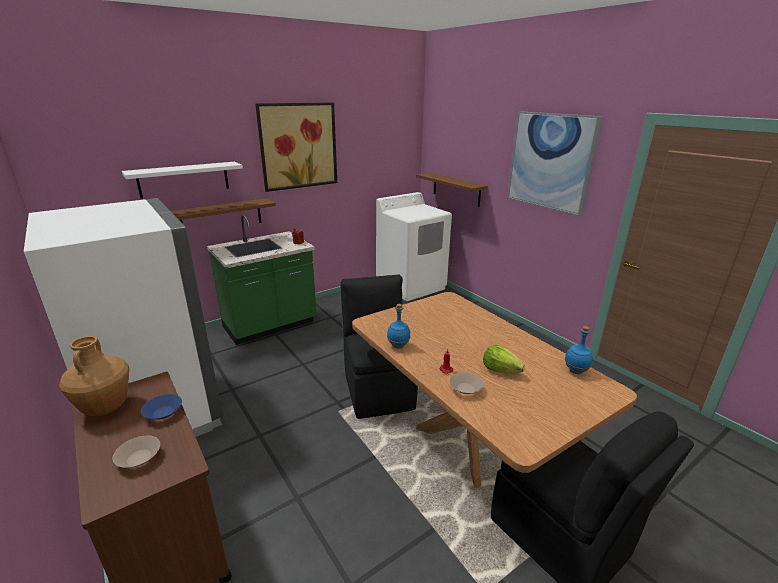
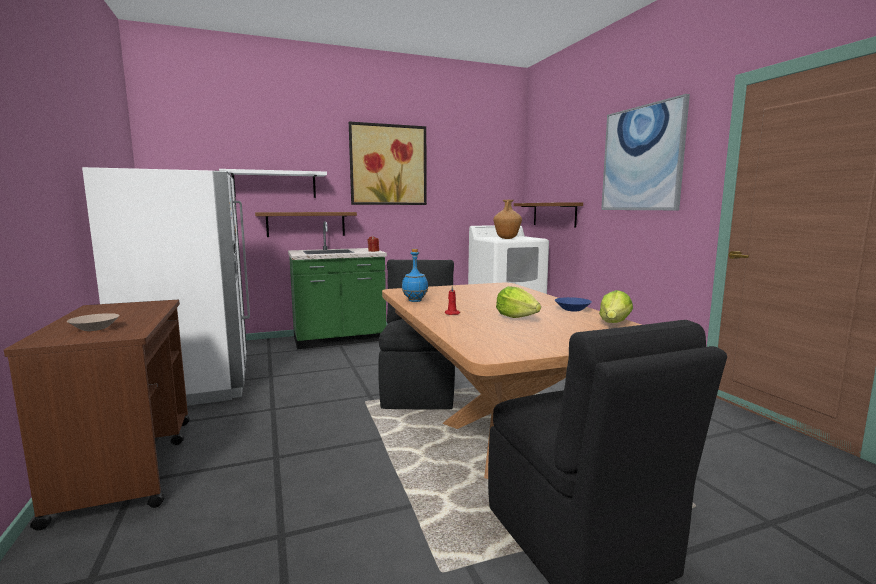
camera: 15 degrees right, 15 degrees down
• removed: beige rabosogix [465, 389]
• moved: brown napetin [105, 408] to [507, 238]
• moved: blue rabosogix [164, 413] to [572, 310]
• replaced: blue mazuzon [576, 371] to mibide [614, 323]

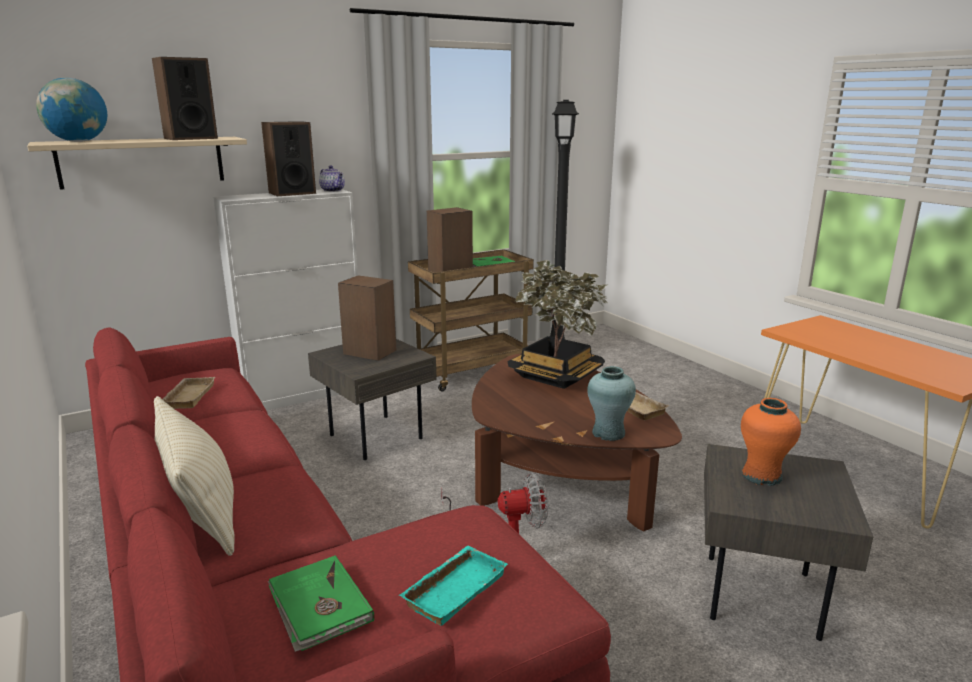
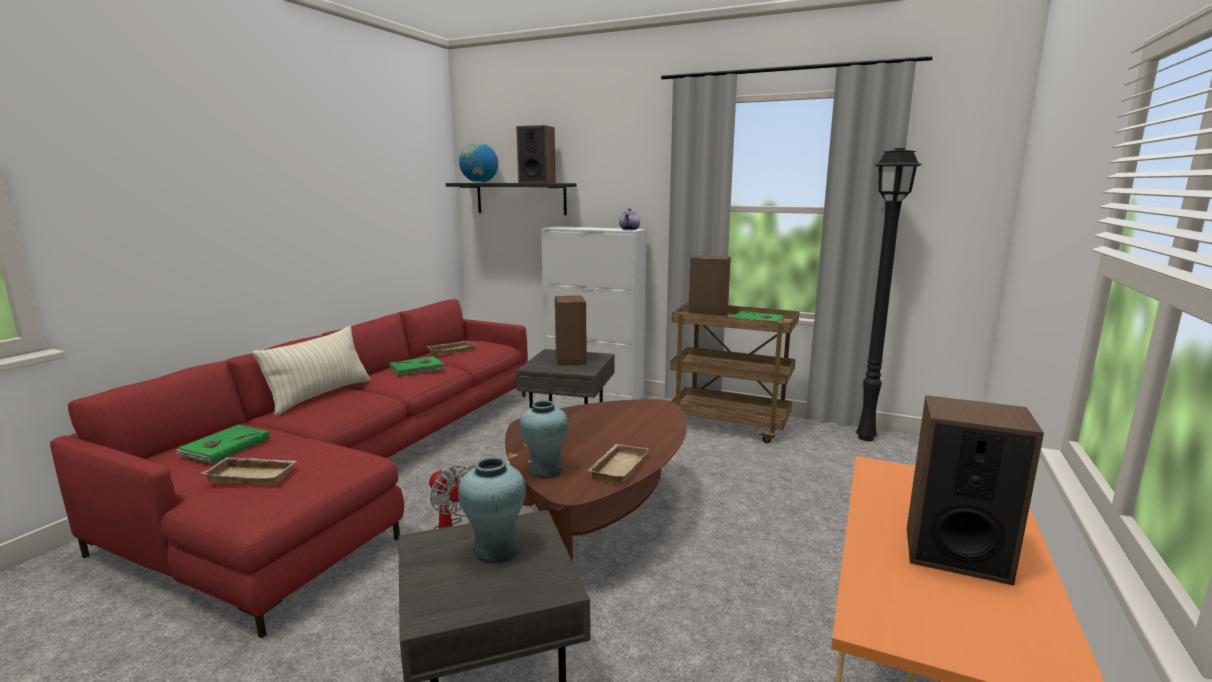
camera: 55 degrees right, 5 degrees down
• removed: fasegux [555, 375]
• added: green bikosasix [417, 369]
• moved: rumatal [292, 193] to [955, 554]
• recoloured: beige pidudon [142, 162] to black pidudon [521, 198]
• recoloured: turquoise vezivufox [454, 588] to beige vezivufox [254, 475]
• recoloured: orange napetin [762, 476] to turquoise napetin [496, 550]

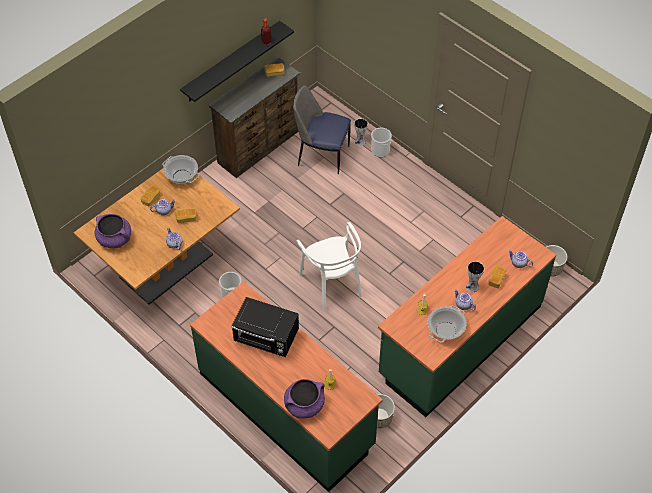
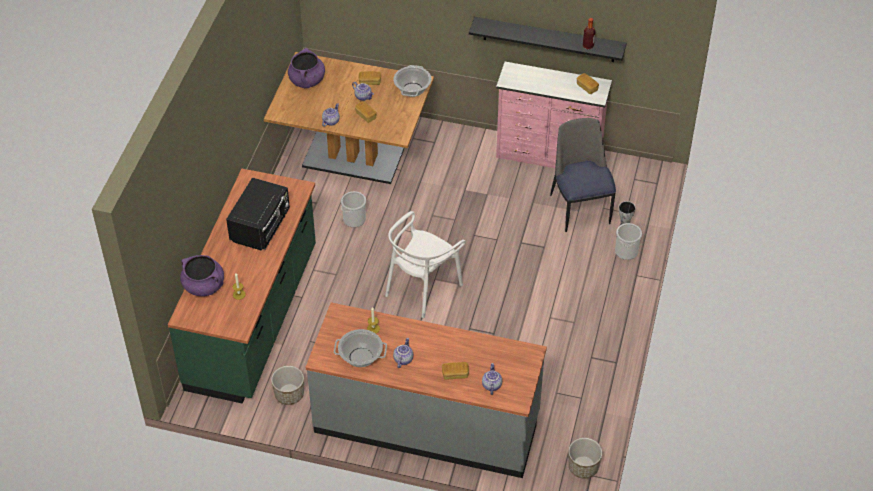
camera: 60 degrees right, 5 degrees down
• removed: napetin [472, 287]
• recoloured: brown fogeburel [259, 147] to pink fogeburel [549, 156]
• recoloured: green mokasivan [459, 340] to grey mokasivan [427, 423]
• turned: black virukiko [267, 338] = [261, 227] 150 degrees counterclockwise

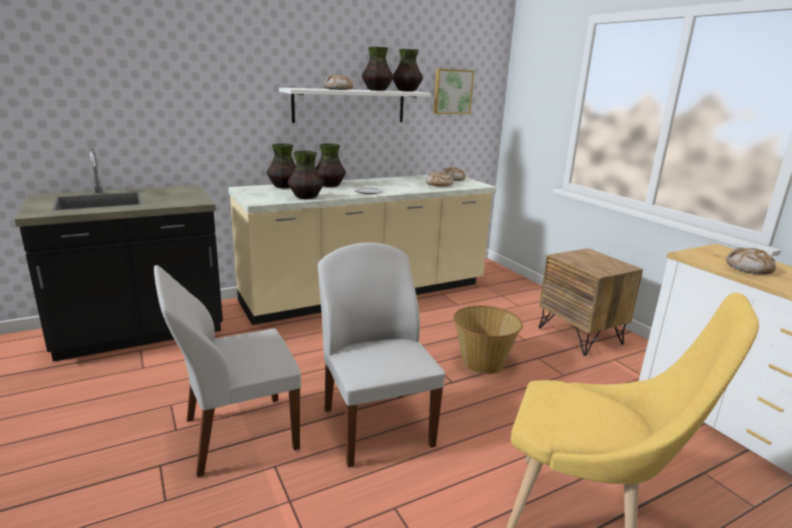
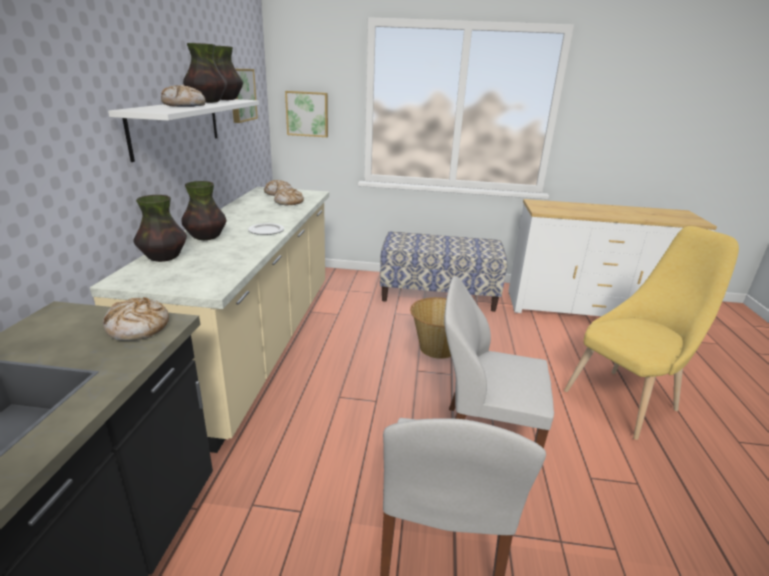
camera: 55 degrees left, 5 degrees up
• removed: napetin [306, 197]
• added: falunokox [307, 114]
• moved: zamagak [749, 268] to [138, 328]
• replaced: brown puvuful [580, 336] to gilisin [438, 295]

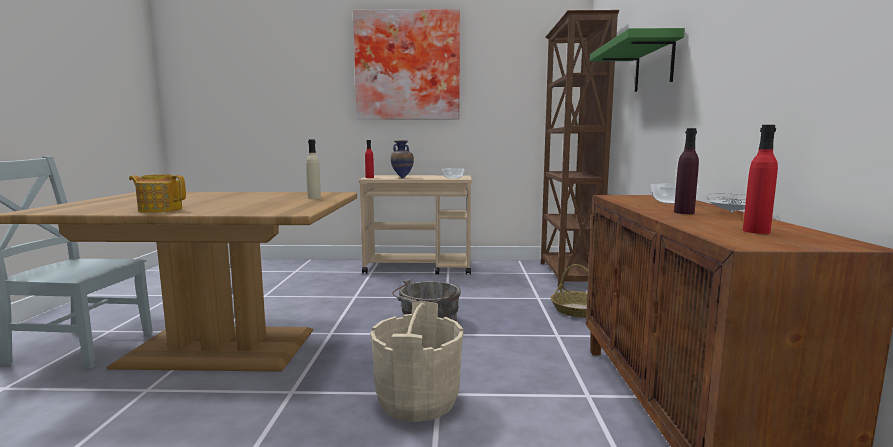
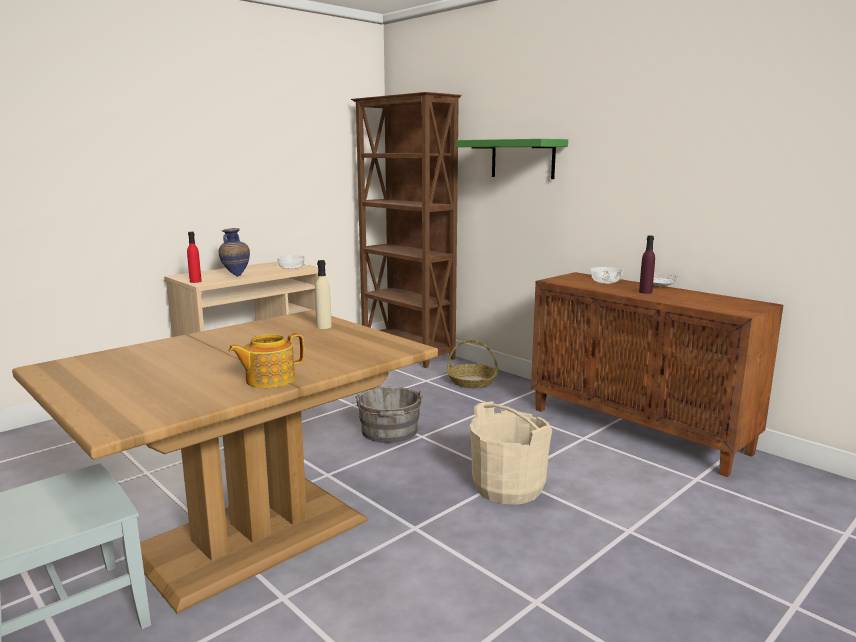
camera: 45 degrees left, 5 degrees up
• removed: falunokox [407, 66]
• removed: red mazuzon [756, 231]

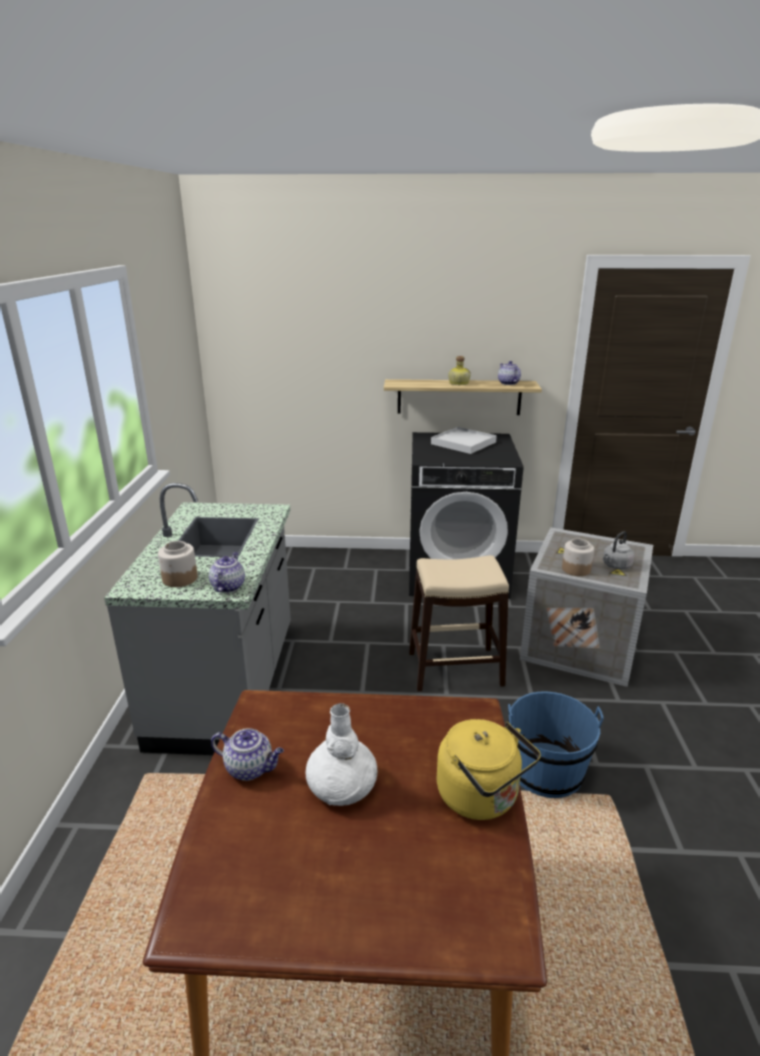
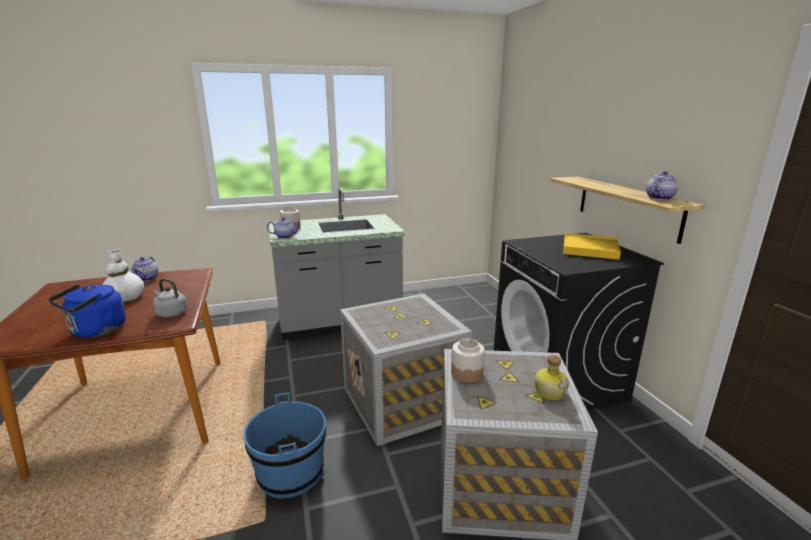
camera: 70 degrees right, 5 degrees down
• moved: mazuzon [458, 383] to [549, 391]
• moved: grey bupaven [616, 566] to [170, 313]
• replaced: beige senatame [454, 668] to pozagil [404, 402]
• recoloured: white vezivufox [463, 443] to yellow vezivufox [590, 249]
• recoloured: yellow bupaven [482, 797] to blue bupaven [96, 331]

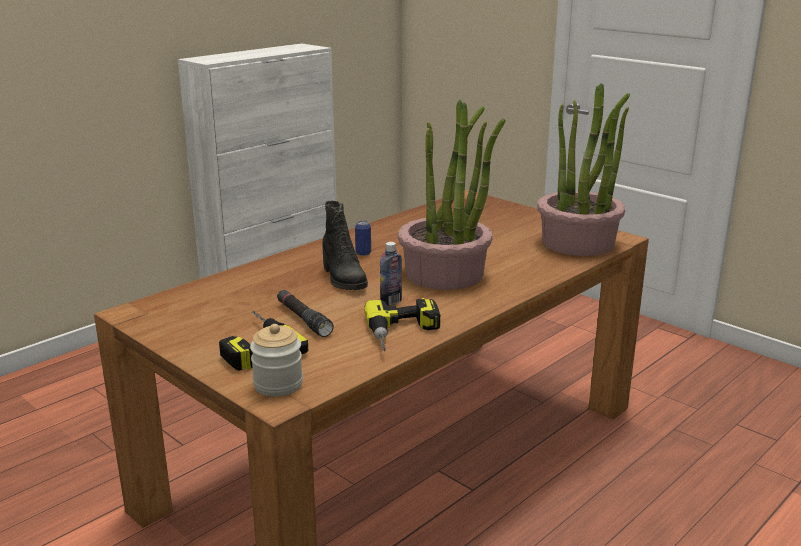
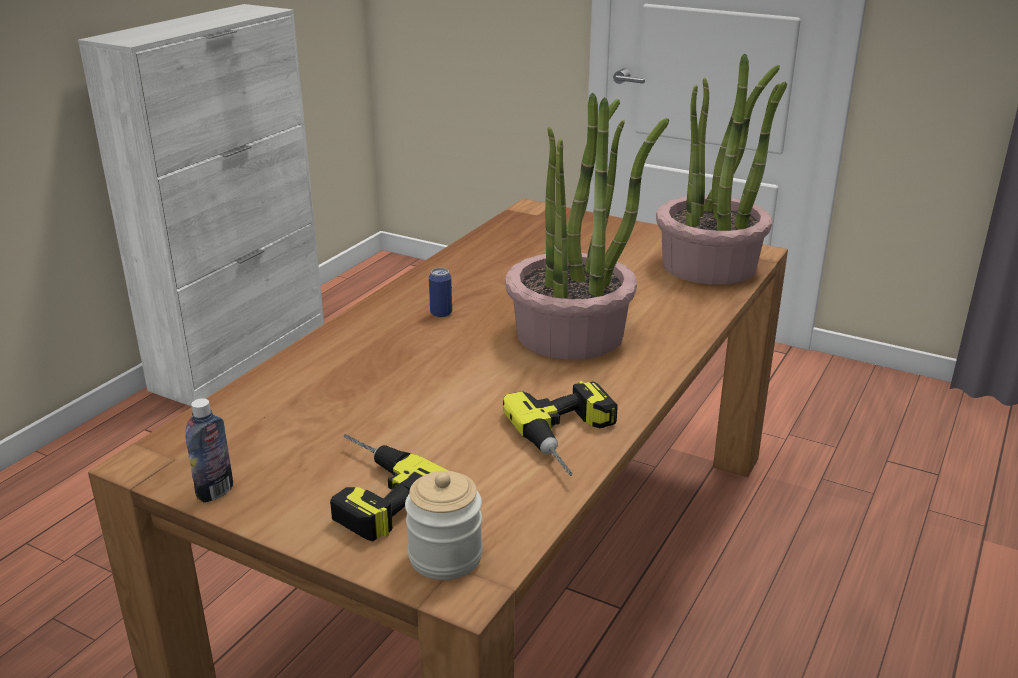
camera: 15 degrees left, 5 degrees up
• removed: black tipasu [303, 319]
• removed: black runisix [343, 279]
• moved: mazuzon [391, 302] to [215, 491]

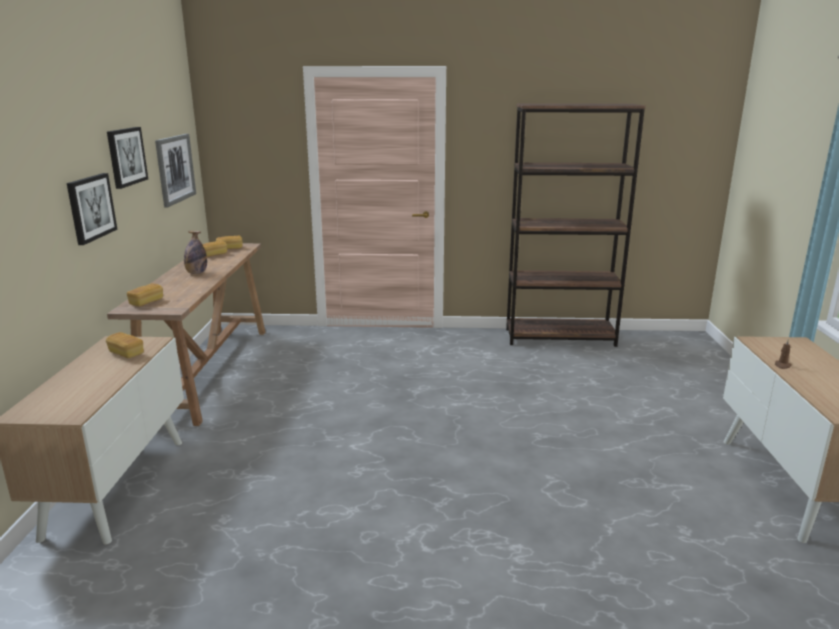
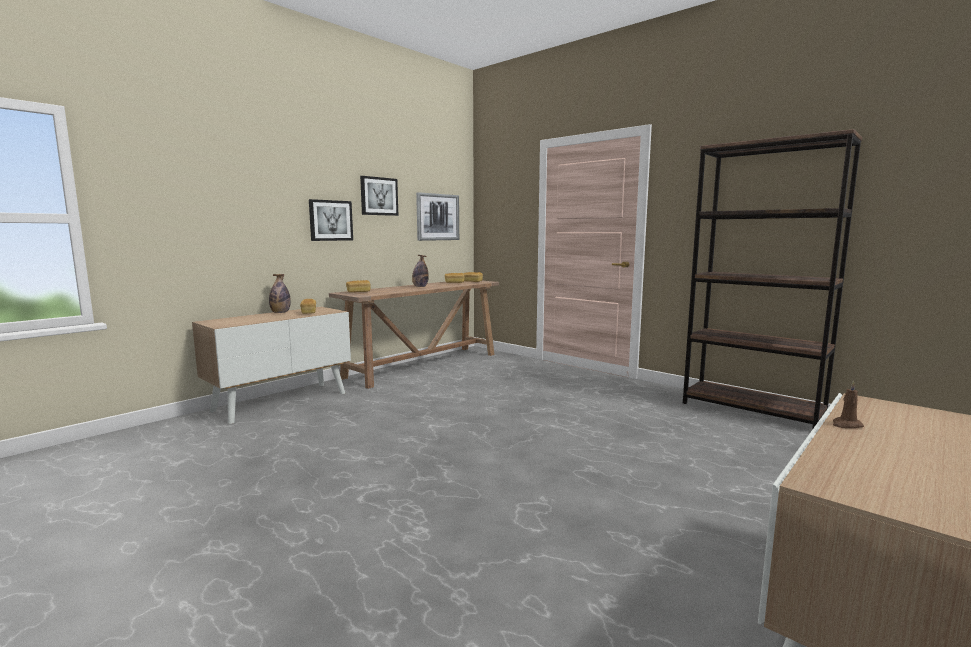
camera: 40 degrees right, 10 degrees down
• added: mazuzon [280, 313]

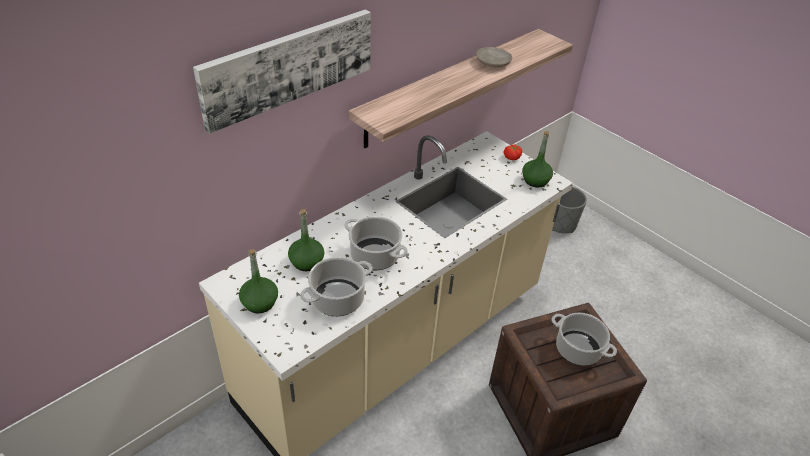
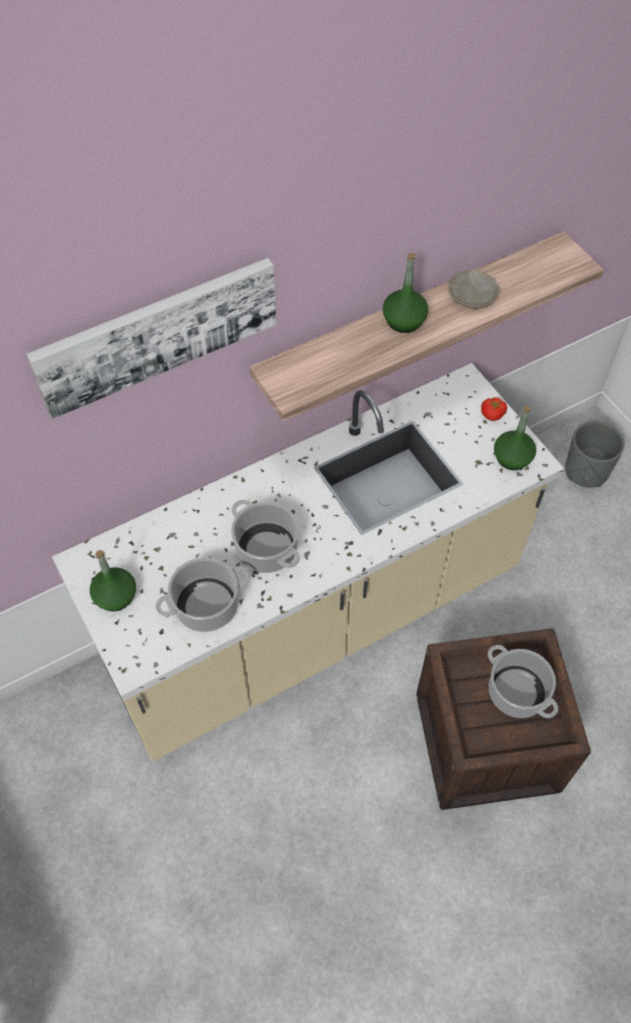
camera: 15 degrees right, 15 degrees up
• moved: green mazuzon [306, 262] to [404, 321]

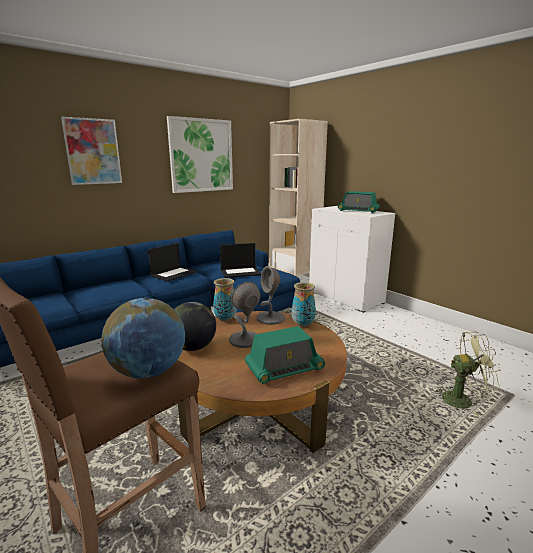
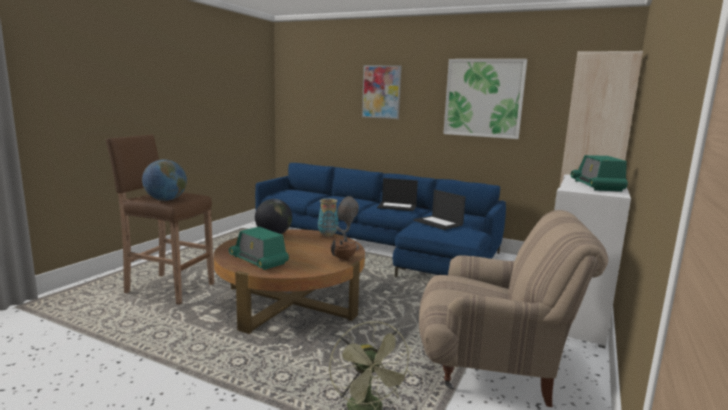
camera: 65 degrees right, 5 degrees down
• removed: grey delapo [244, 340]
• added: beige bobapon [493, 365]
• replaced: napetin [303, 325] to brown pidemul [343, 258]

